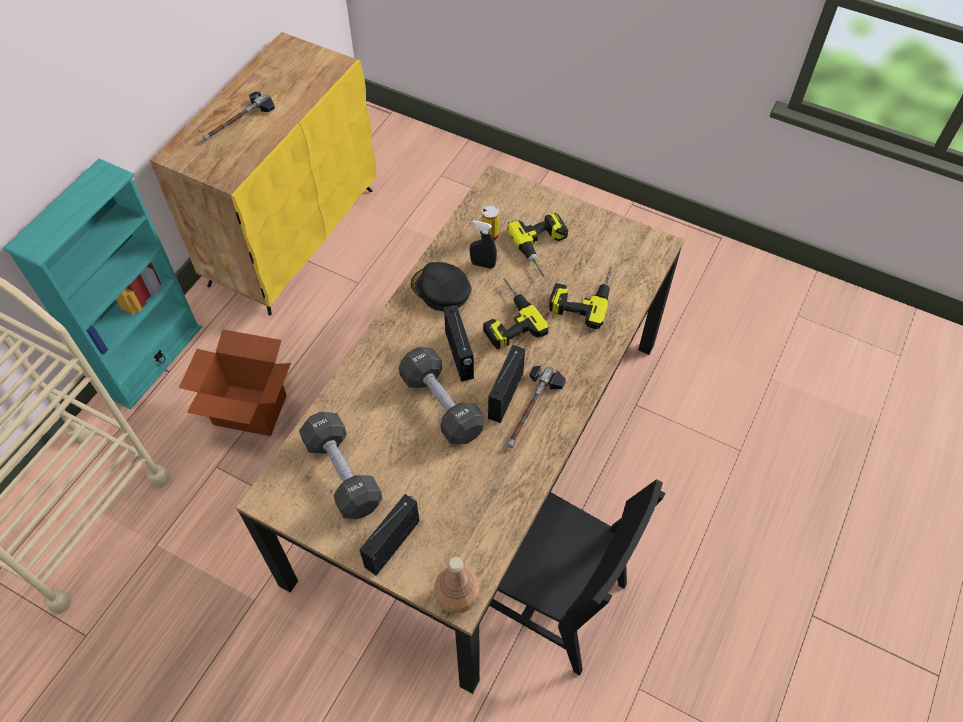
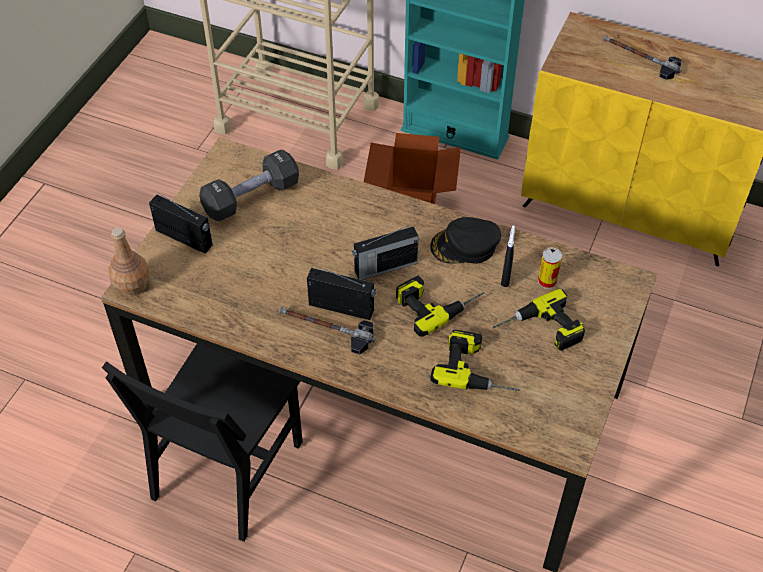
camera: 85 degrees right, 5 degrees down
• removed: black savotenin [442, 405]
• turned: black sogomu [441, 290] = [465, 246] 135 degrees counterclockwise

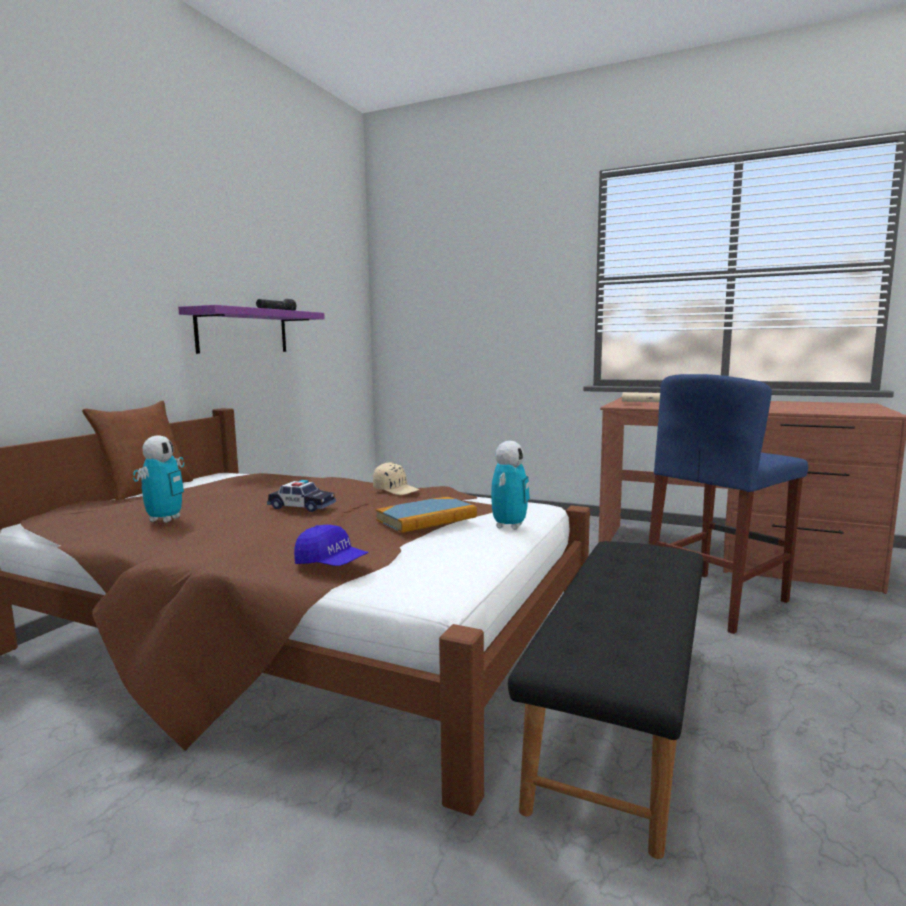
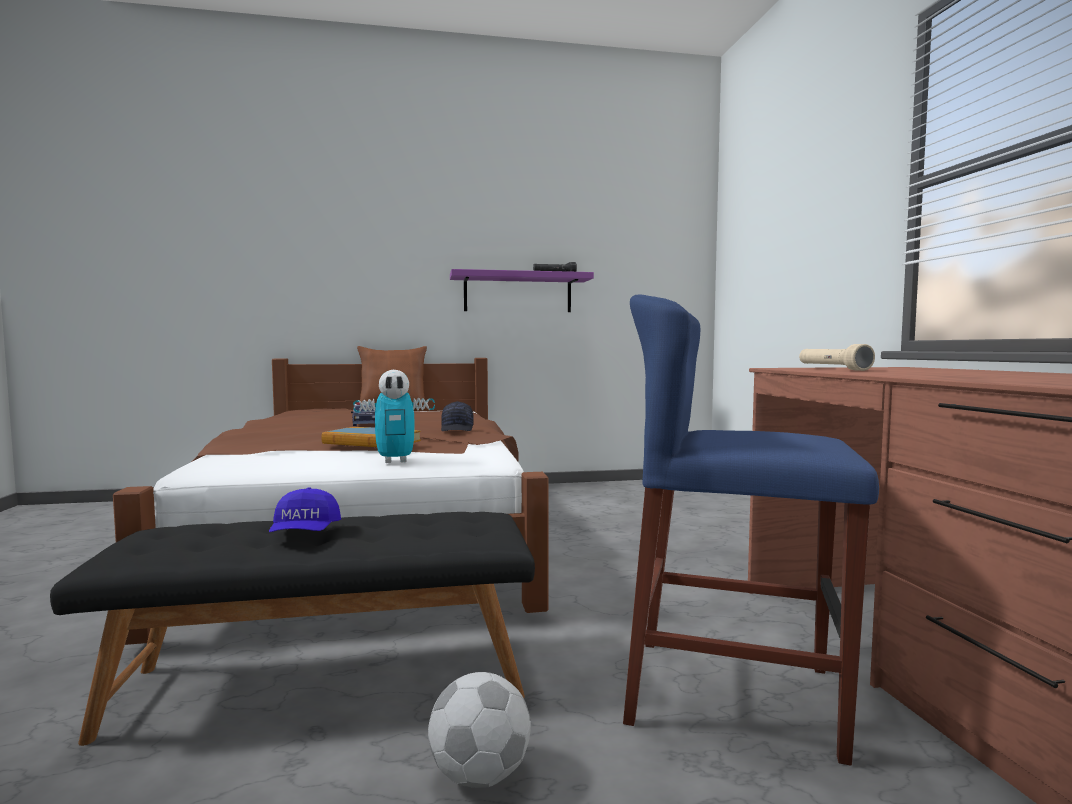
camera: 55 degrees right, 5 degrees down
• removed: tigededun [165, 519]
• added: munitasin [479, 776]
• moved: blue sogomu [331, 564] to [305, 533]
• recoloured: beige sogomu [396, 490] to black sogomu [457, 429]

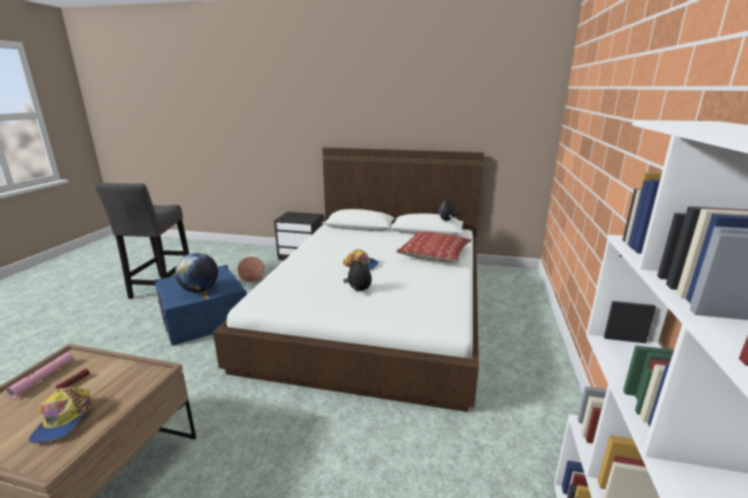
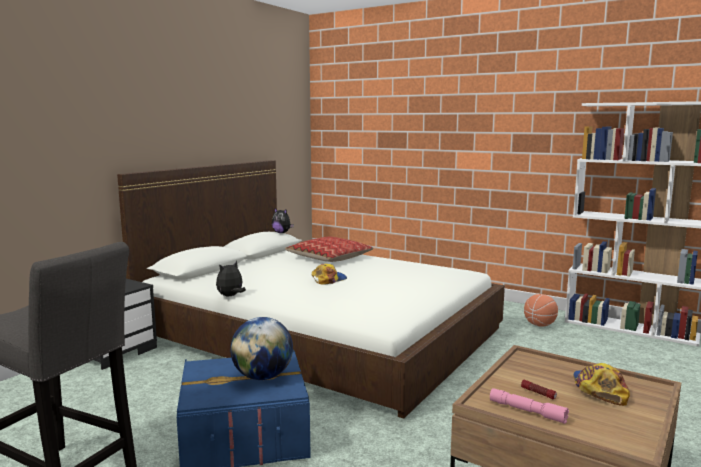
camera: 70 degrees left, 10 degrees down
• moved: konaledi [252, 280] to [539, 325]
• moved: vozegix [358, 290] to [230, 296]
• turned: sogomu [63, 420] = [599, 390] 90 degrees counterclockwise

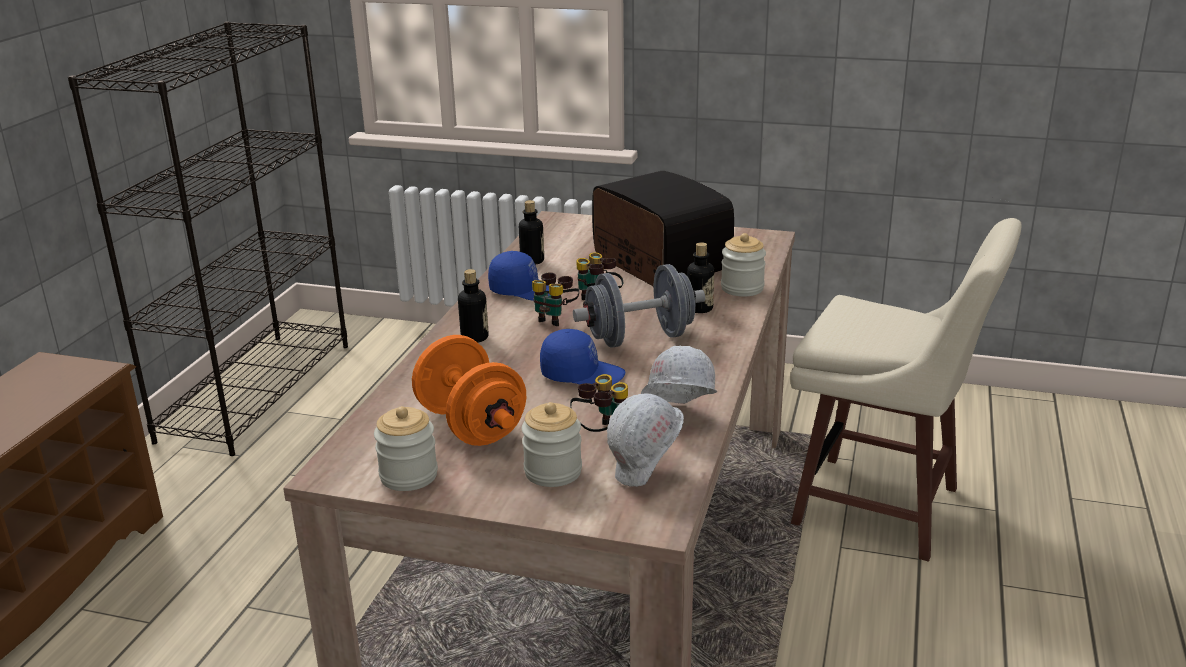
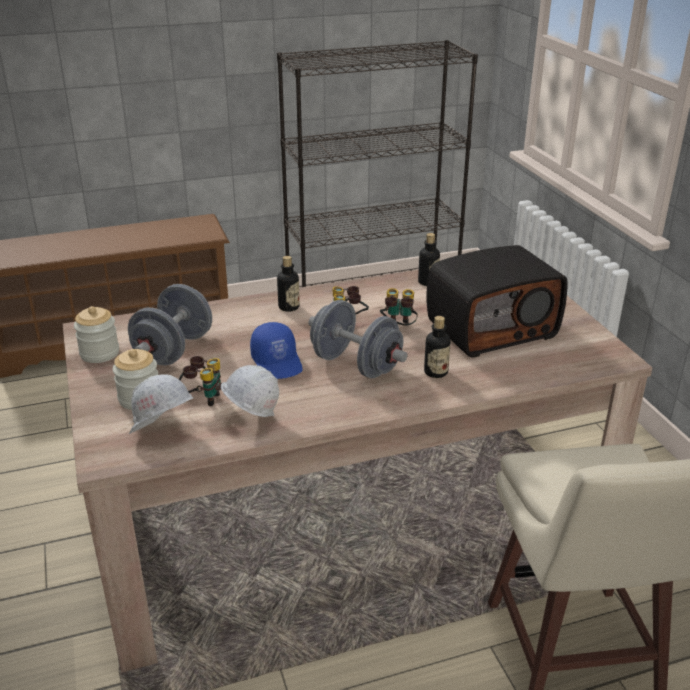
camera: 55 degrees right, 5 degrees up
• removed: blue sogomu [524, 290]
• removed: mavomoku [742, 288]
• recoloured: orange savotenin [471, 425] to grey savotenin [174, 350]
• turned: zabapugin [657, 264] = [491, 328] 45 degrees clockwise

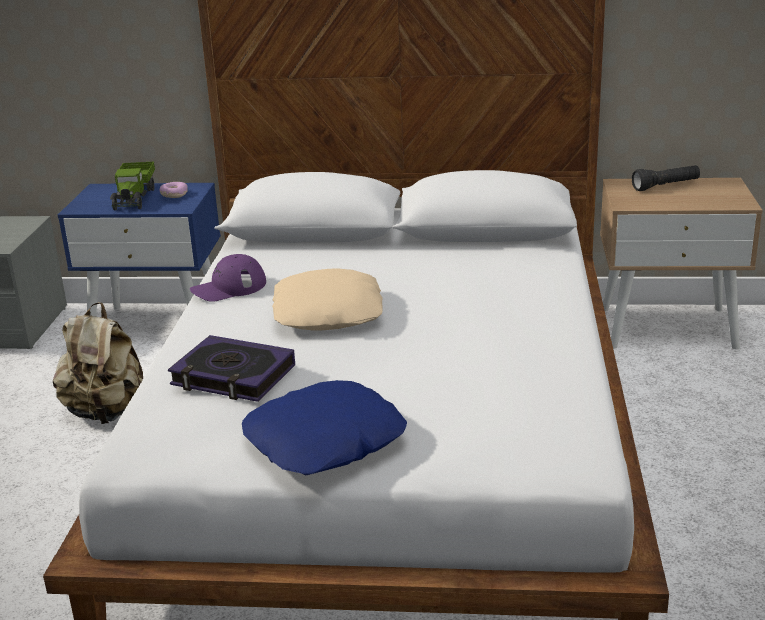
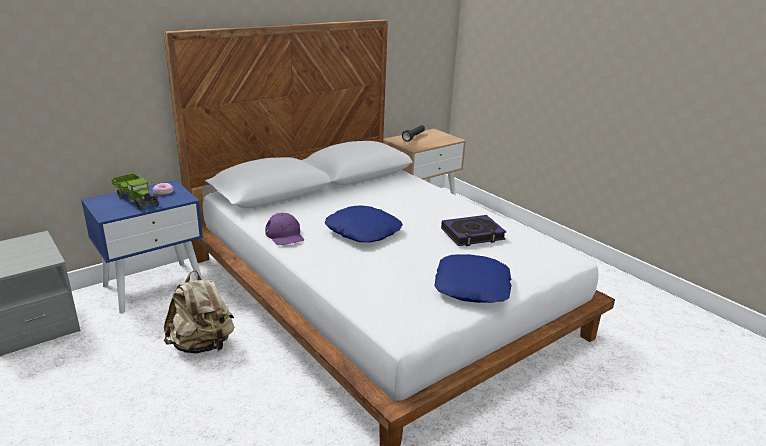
camera: 45 degrees left, 0 degrees up
• moved: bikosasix [233, 376] to [472, 234]
• recoloured: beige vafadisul [329, 312] to blue vafadisul [363, 231]
• turned: purple sogomu [228, 288] = [285, 235] 45 degrees counterclockwise

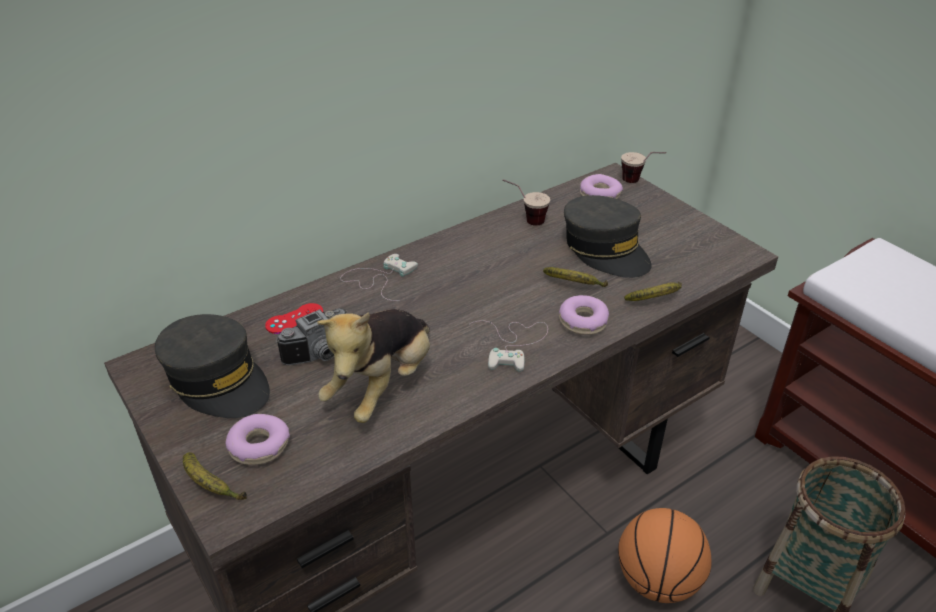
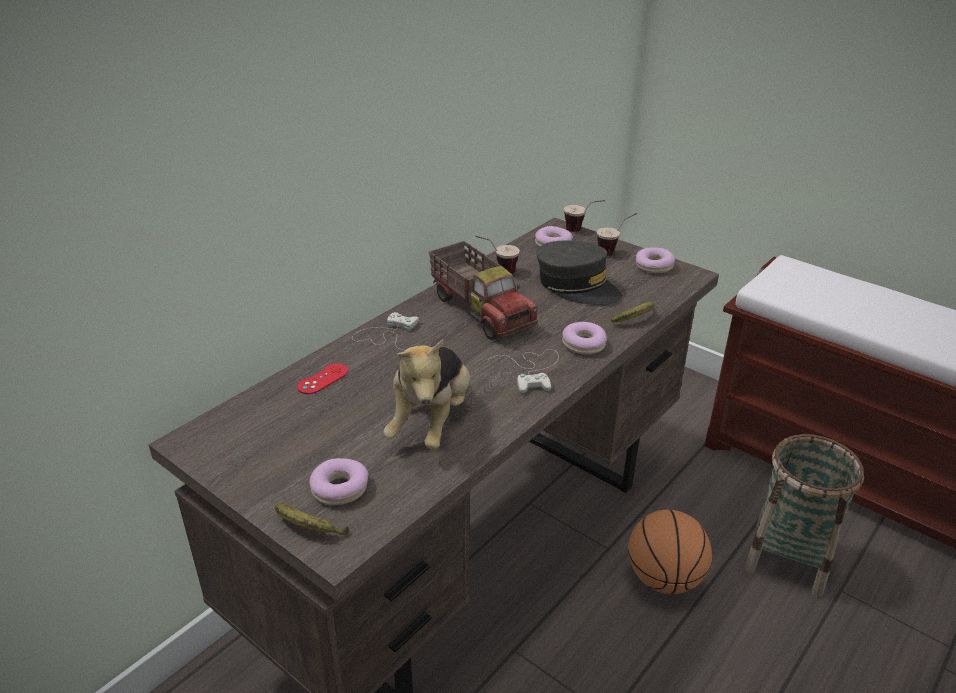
camera: 15 degrees left, 5 degrees down
• removed: grey sogomu [217, 380]
• removed: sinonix [321, 355]
• removed: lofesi [574, 285]
• added: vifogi [482, 311]
• added: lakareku [614, 251]
• added: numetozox [654, 266]

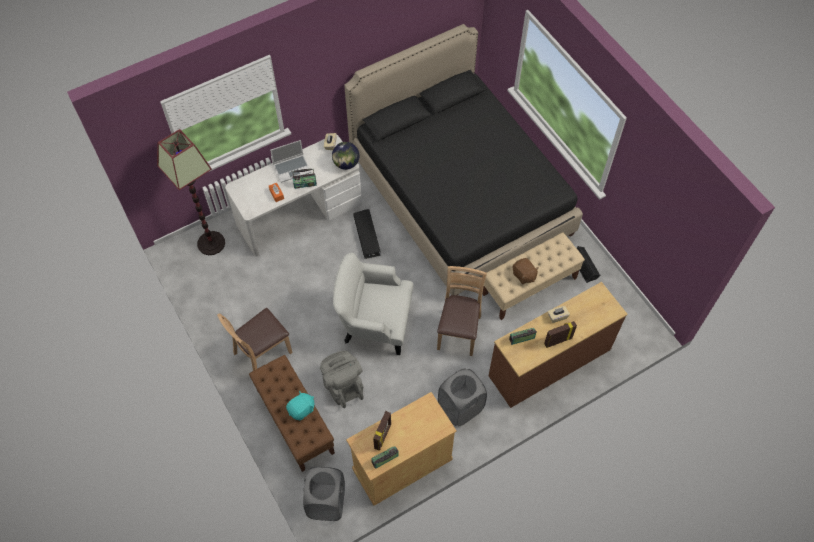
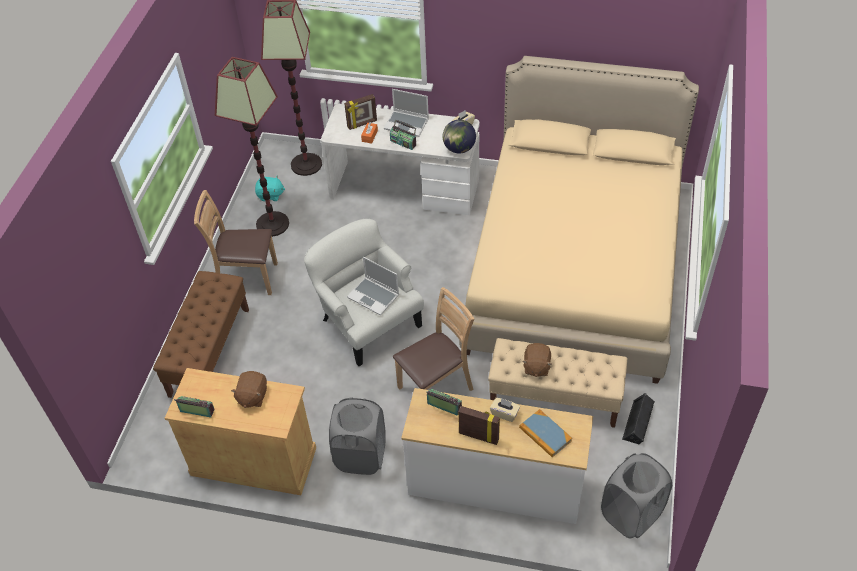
camera: 45 degrees right, 10 degrees down
• removed: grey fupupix [343, 385]
• removed: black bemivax [367, 235]
• added: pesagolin [272, 224]
• added: brown vozegix [252, 396]
• added: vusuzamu [374, 296]
• added: bikosasix [545, 434]
• moved: turquoise vozegix [302, 409] to [270, 195]
• moved: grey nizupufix [326, 502] to [631, 514]
• moved: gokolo [383, 436] to [362, 124]
• recoloured: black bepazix [460, 195] to beige bepazix [574, 268]
• recoloured: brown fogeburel [550, 363] to white fogeburel [495, 486]

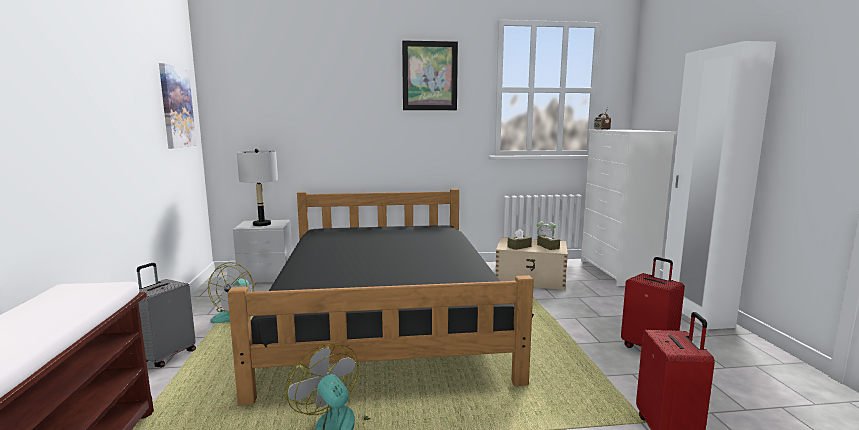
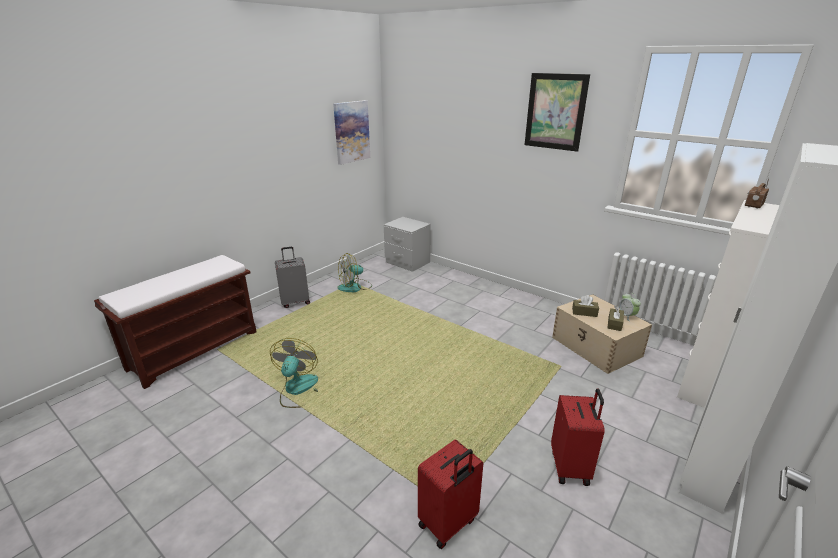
camera: 45 degrees right, 15 degrees up
• removed: black bepazix [384, 312]
• removed: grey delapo [262, 224]

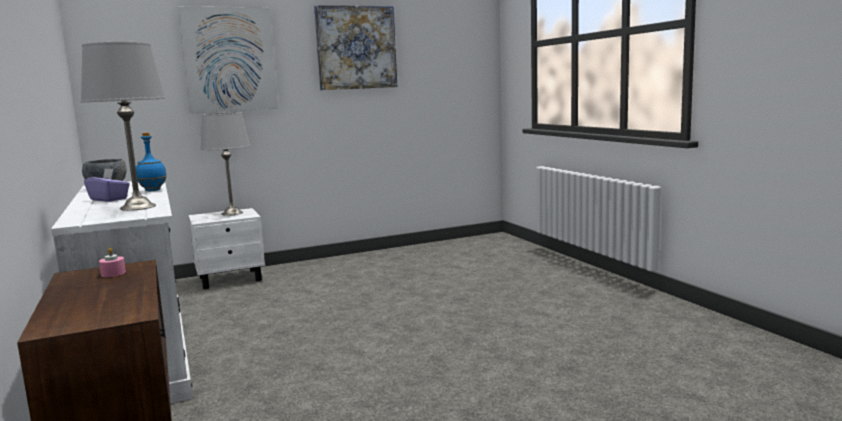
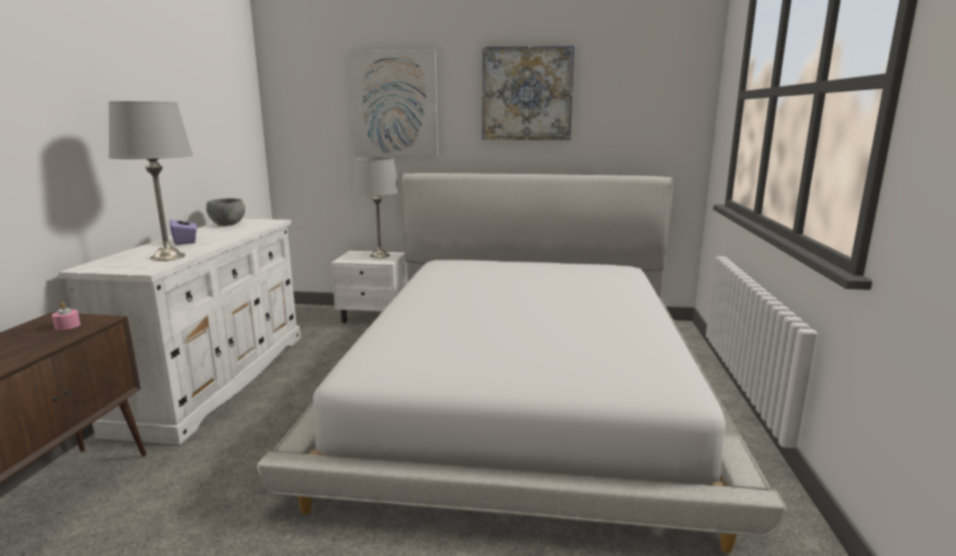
camera: 30 degrees right, 5 degrees up
• removed: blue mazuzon [153, 190]
• added: white bepazix [522, 387]

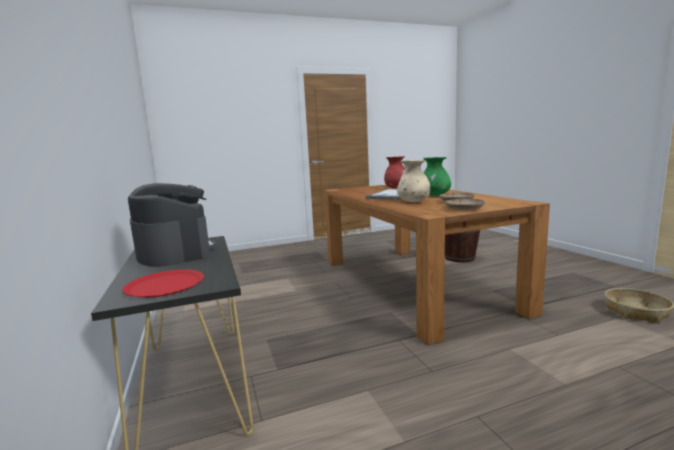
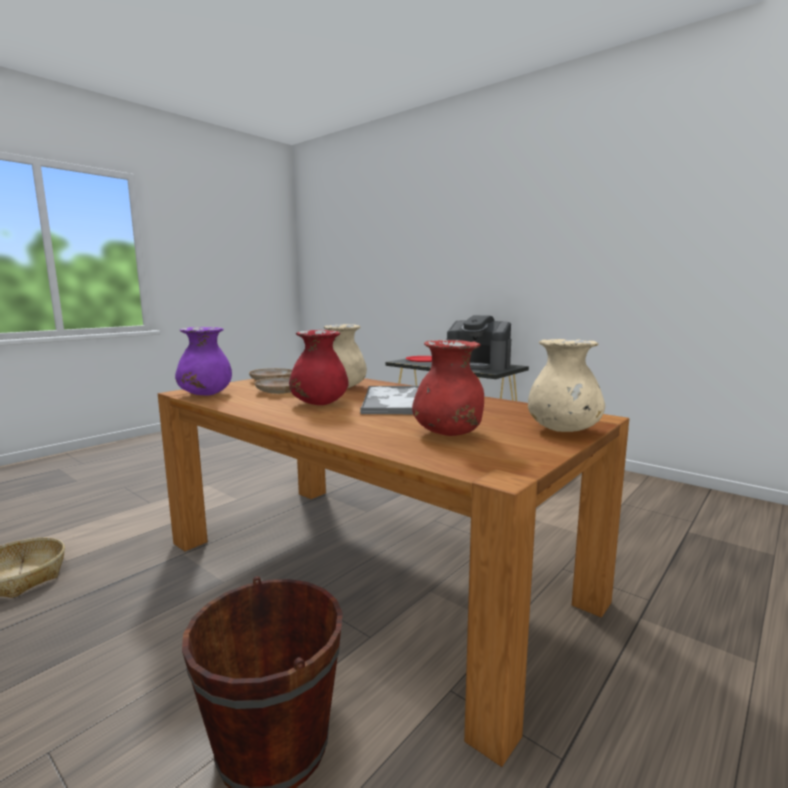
camera: 150 degrees right, 0 degrees up
• added: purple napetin [205, 394]
• added: beige napetin [563, 430]
• recoloured: green napetin [435, 195] to red napetin [319, 404]

